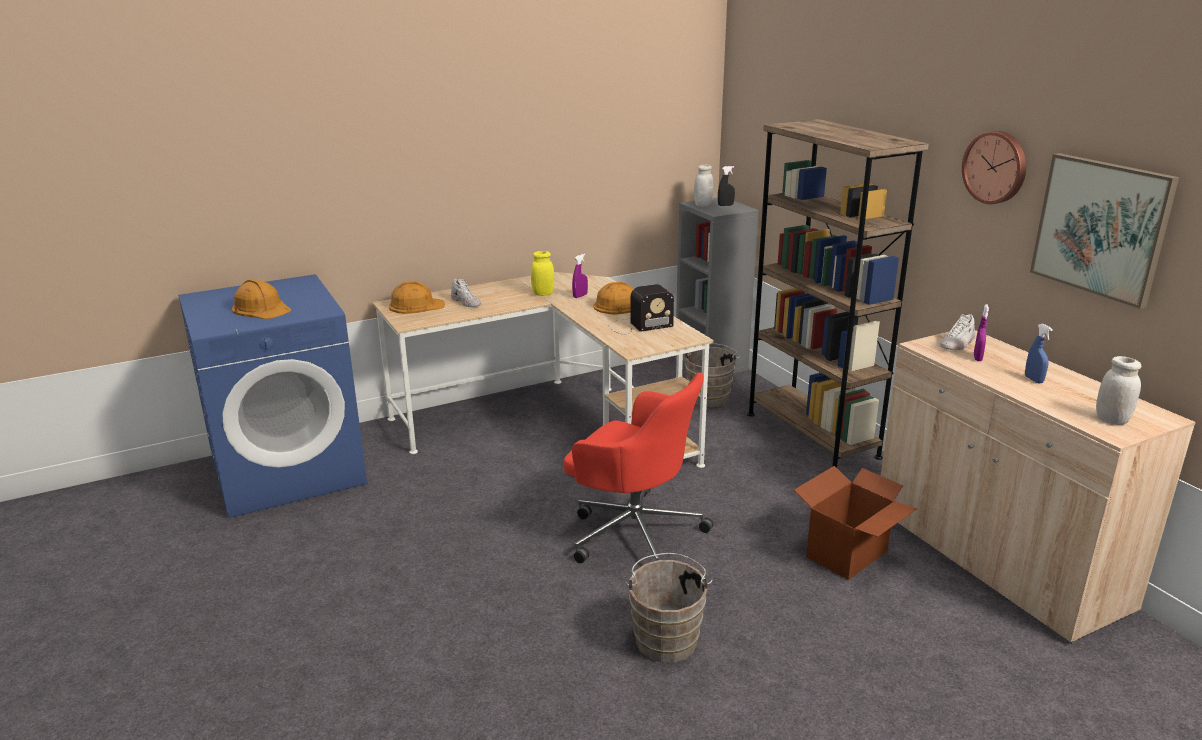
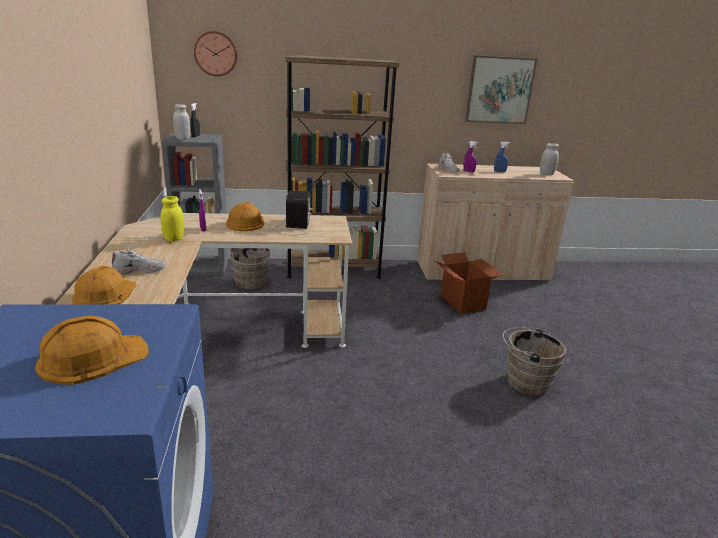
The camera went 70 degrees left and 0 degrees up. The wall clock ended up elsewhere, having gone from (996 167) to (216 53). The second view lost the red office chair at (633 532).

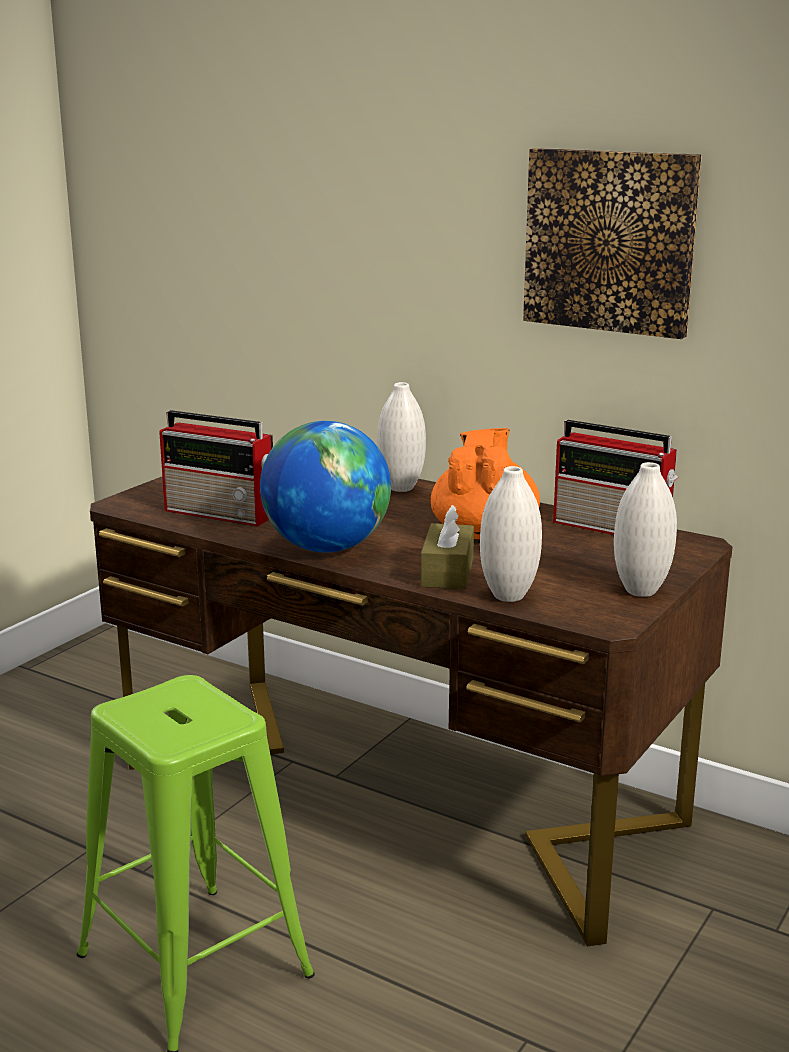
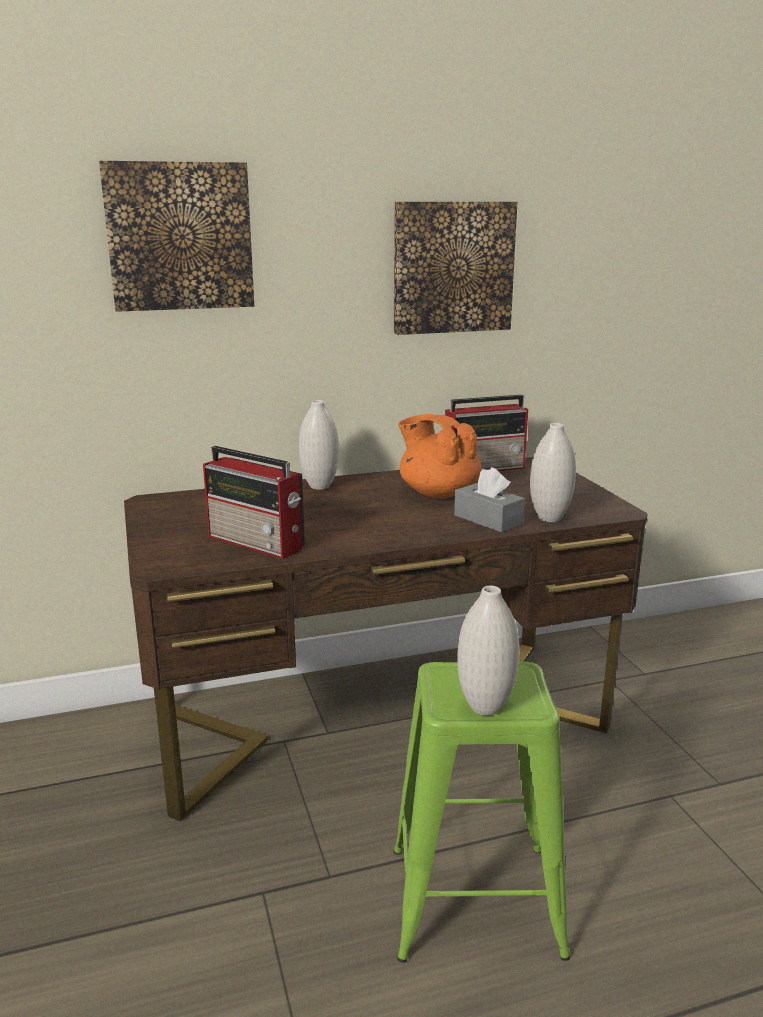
The camera went 50 degrees left and 0 degrees up. The second view gained the picture at (179 236). The radio at (222 513) ended up facing another way, 60 degrees clockwise from before. What was the brown tissue box at (447 572) turned into the grey tissue box at (488 520). The white vase ended up elsewhere, having gone from (640 591) to (485 707). The second view lost the globe at (326 548).

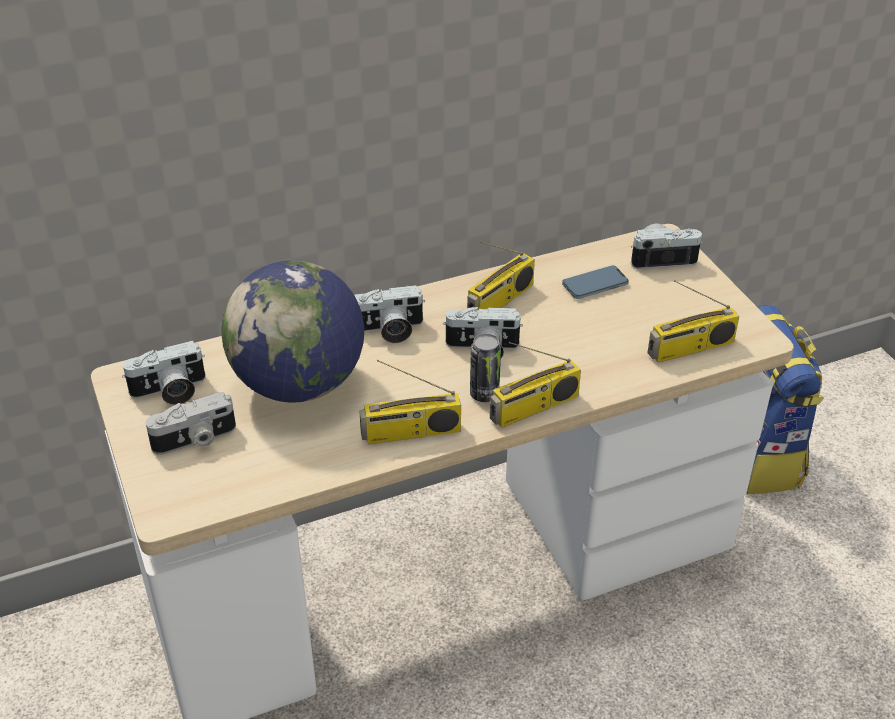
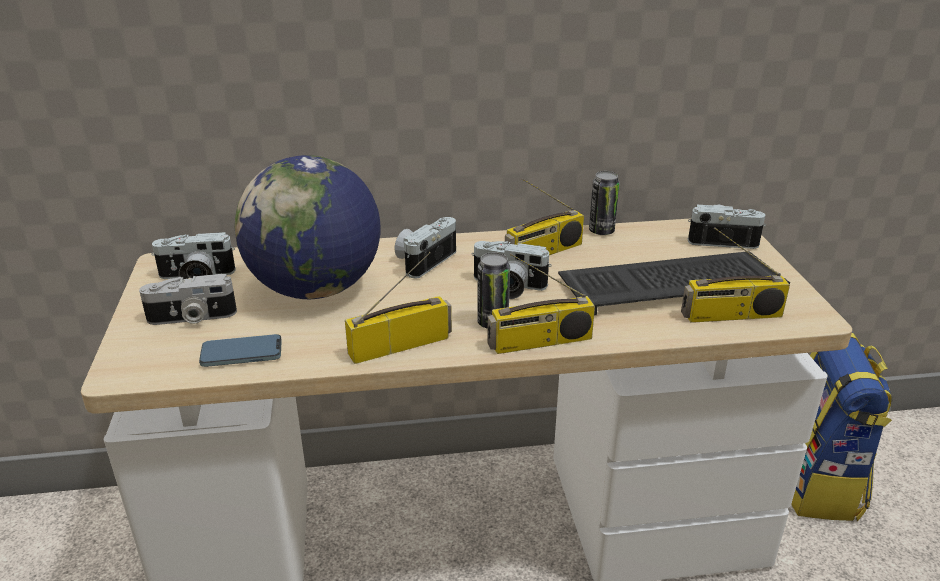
The camera went 15 degrees right and 10 degrees down. The phone ended up elsewhere, having gone from (594 285) to (241 354). The radio at (410 433) ended up facing another way, 150 degrees clockwise from before. The photo camera at (388 330) ended up facing another way, 120 degrees clockwise from before. The second view gained the keyboard at (672 283). The second view gained the can at (601 231).

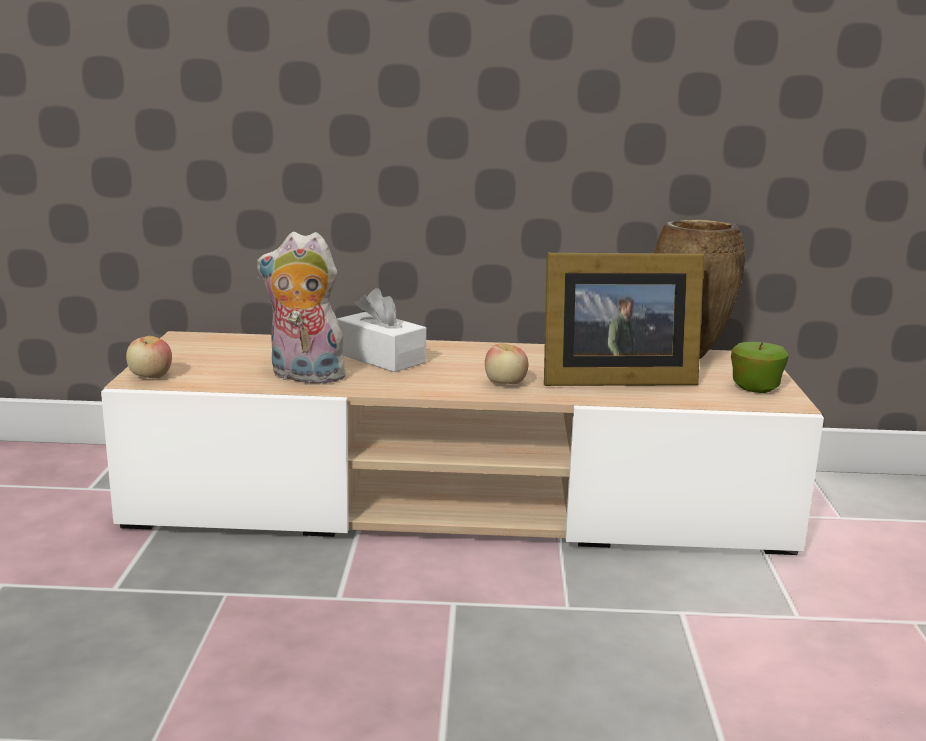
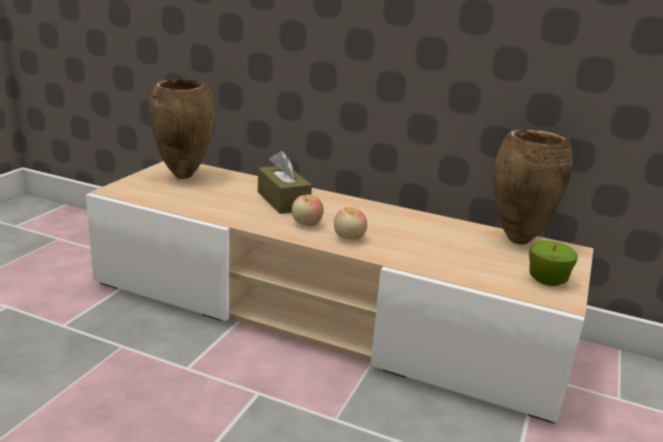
The camera went 20 degrees right and 5 degrees up. The second view gained the brown vase at (183 177). What was the white tissue box at (380 358) turned into the brown tissue box at (283 201). The apple ended up elsewhere, having gone from (150 377) to (306 224). The second view lost the plush toy at (303 377). The second view lost the picture frame at (611 379).

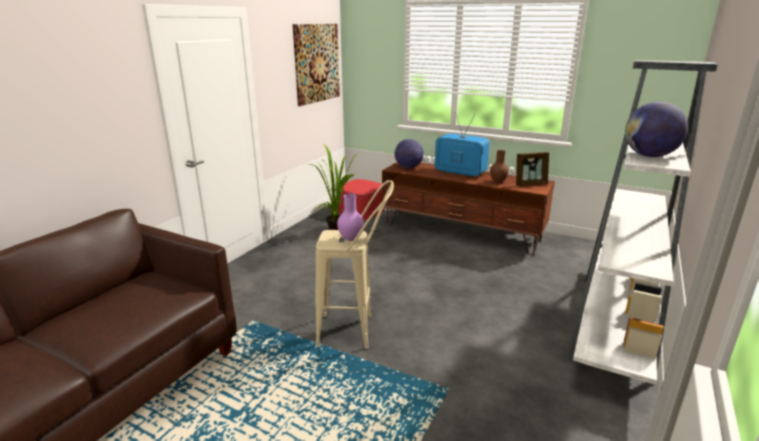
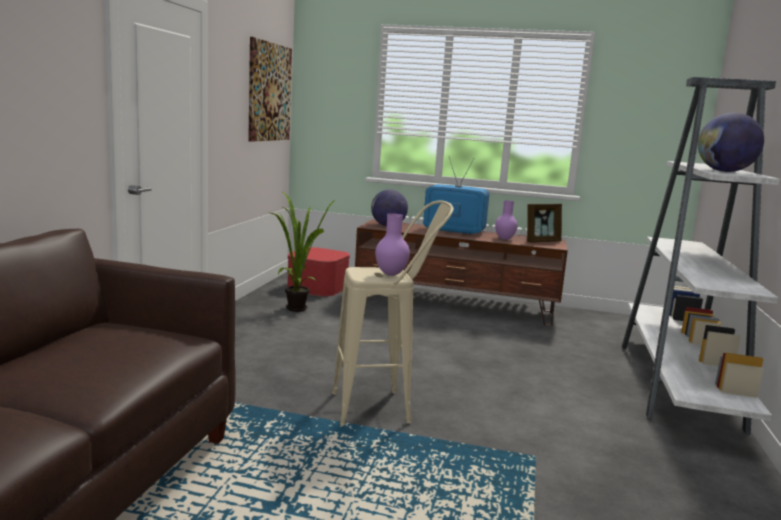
The camera went 15 degrees left and 10 degrees down. What was the brown vase at (497 181) turned into the purple vase at (504 239).

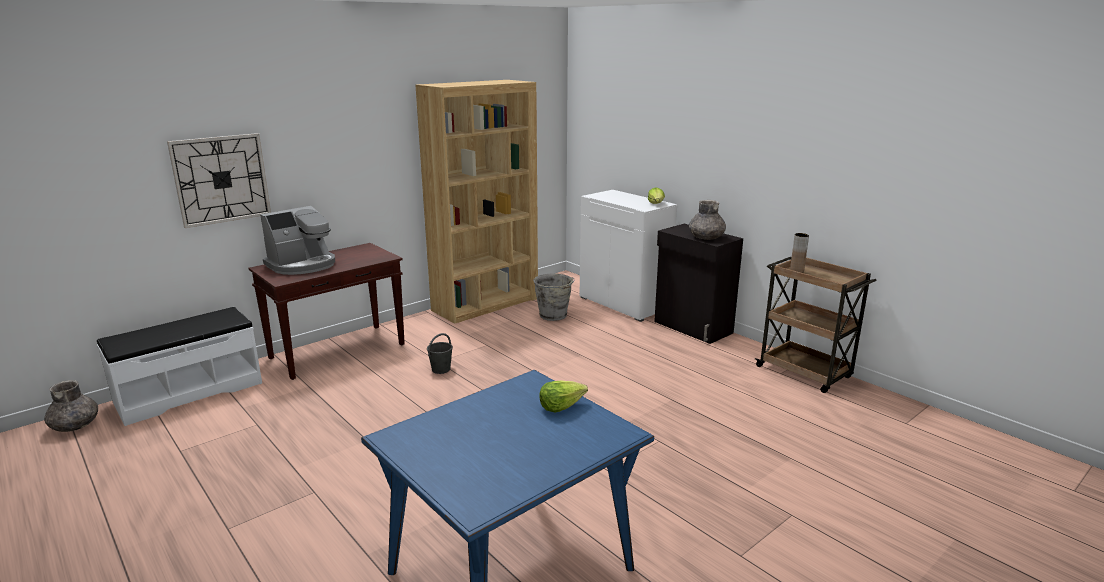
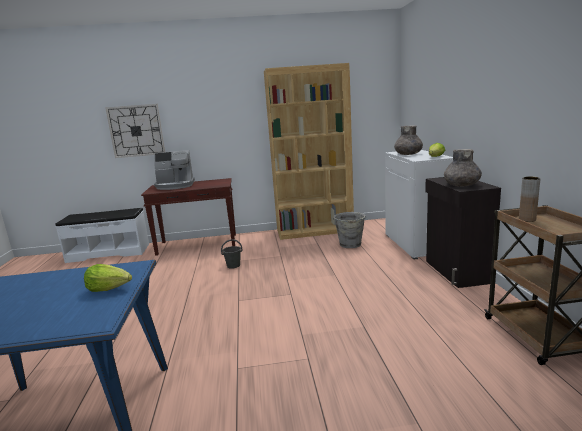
The camera went 35 degrees right and 5 degrees down. The grey vase ended up elsewhere, having gone from (75 425) to (408 154).

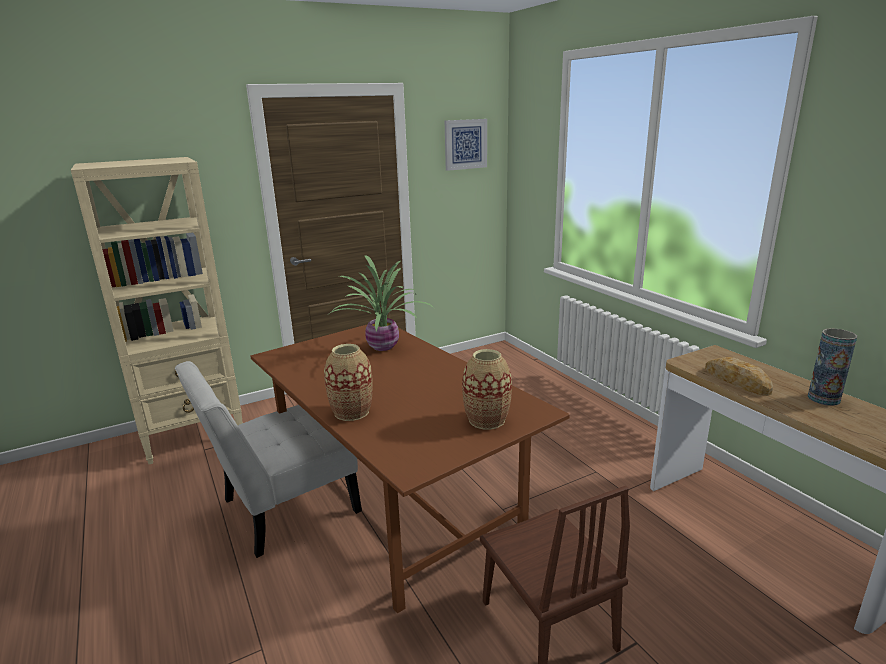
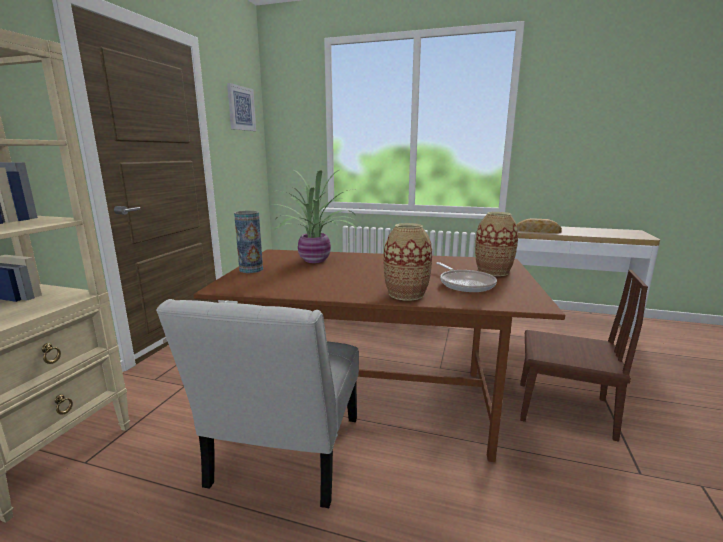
The camera went 45 degrees left and 5 degrees down. The vase ended up elsewhere, having gone from (823 398) to (251 269). The second view gained the frying pan at (465 284).

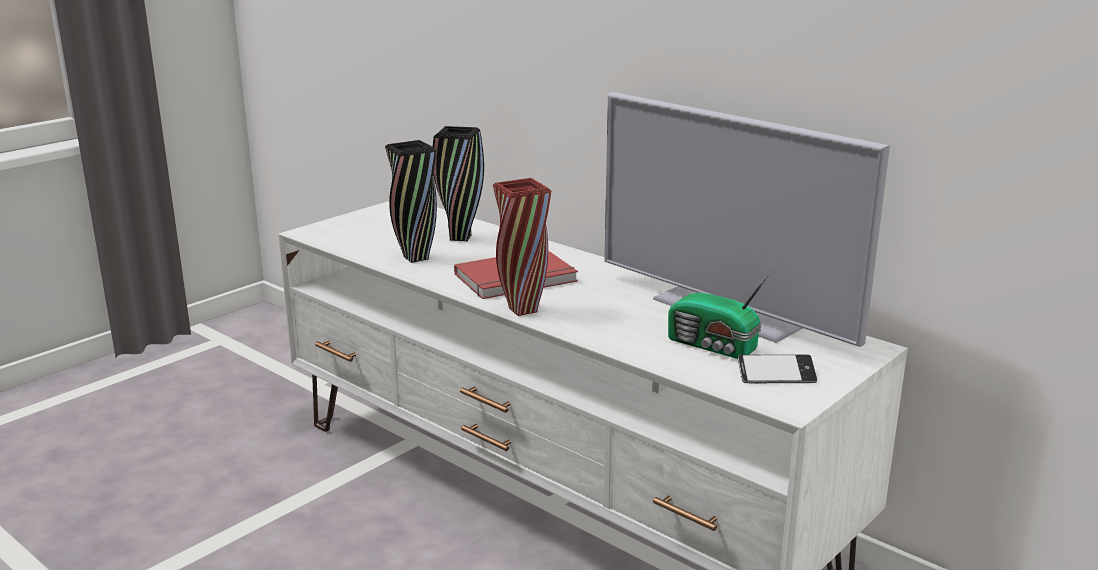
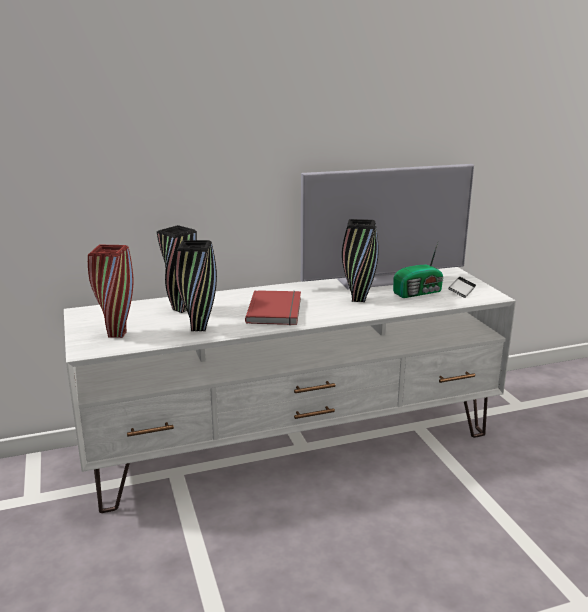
The camera went 60 degrees left and 0 degrees up. The red vase ended up elsewhere, having gone from (523 310) to (117 334). The second view gained the black vase at (358 299).

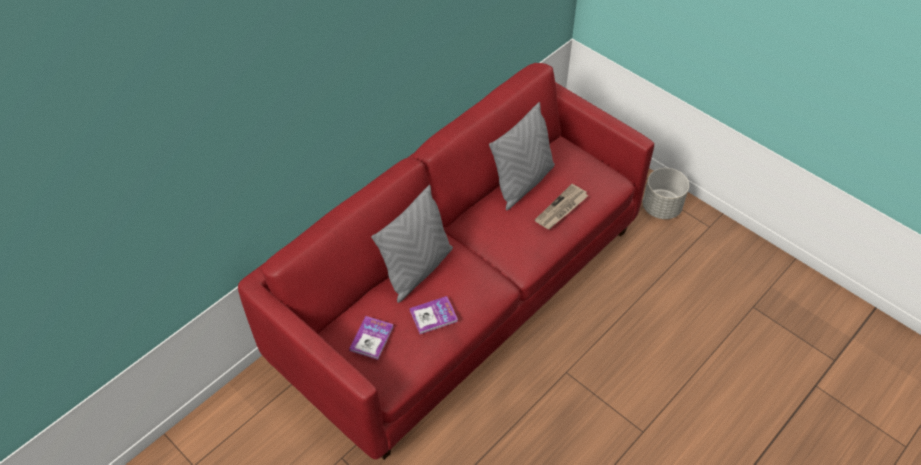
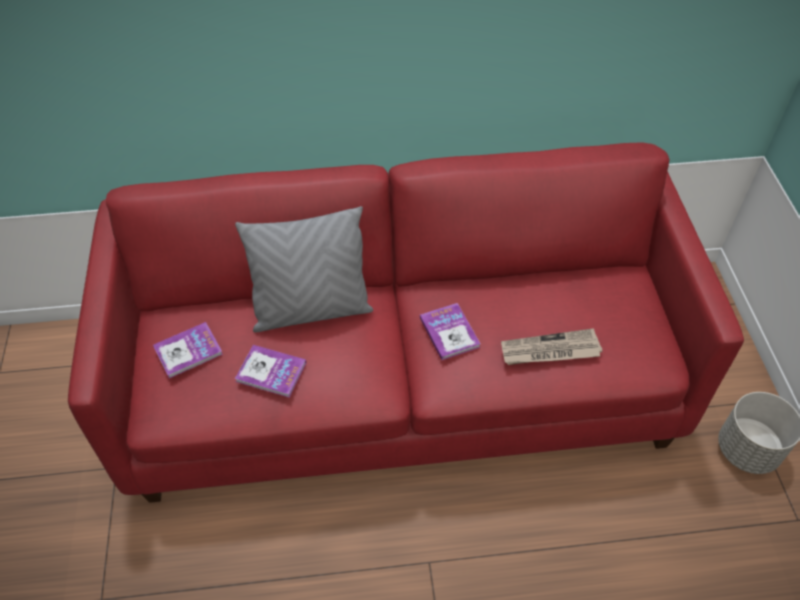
The camera went 40 degrees right and 0 degrees up. The second view gained the book at (449 332). The second view lost the grey pillow at (522 183).

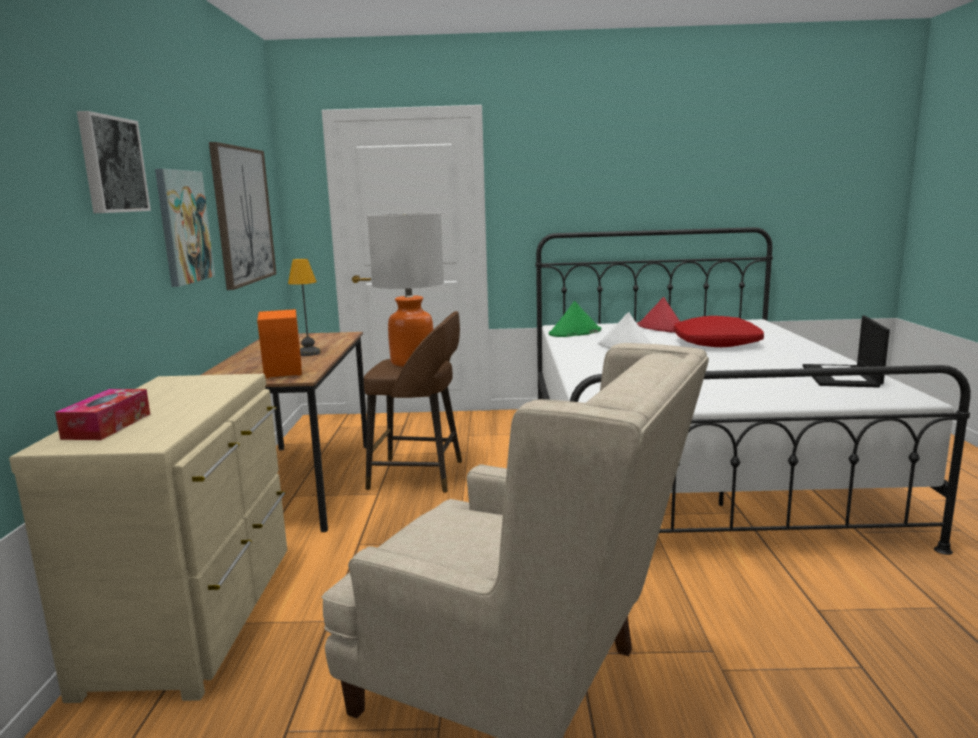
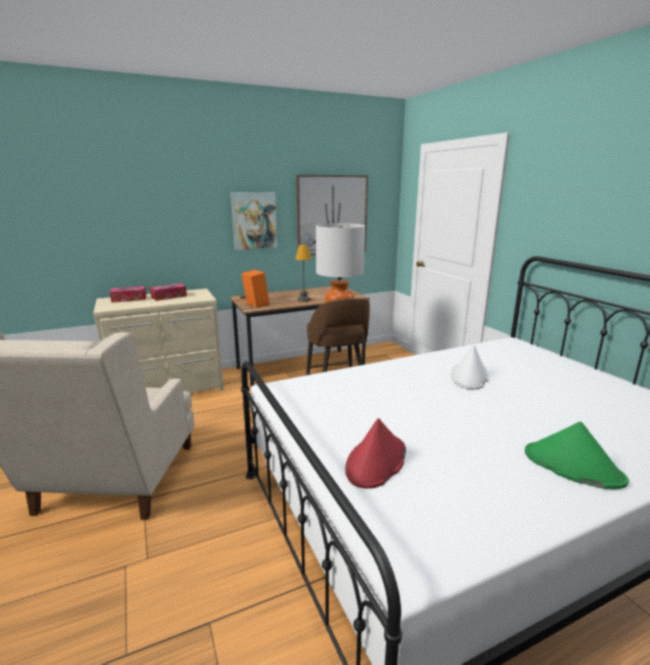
The camera went 65 degrees right and 5 degrees up. The second view gained the tissue box at (169 296). The red hat ended up elsewhere, having gone from (661 328) to (376 461). The green hat ended up elsewhere, having gone from (575 333) to (572 466). The second view lost the picture at (111 165). The second view lost the red pillow at (716 343). The second view lost the laptop at (842 376).

